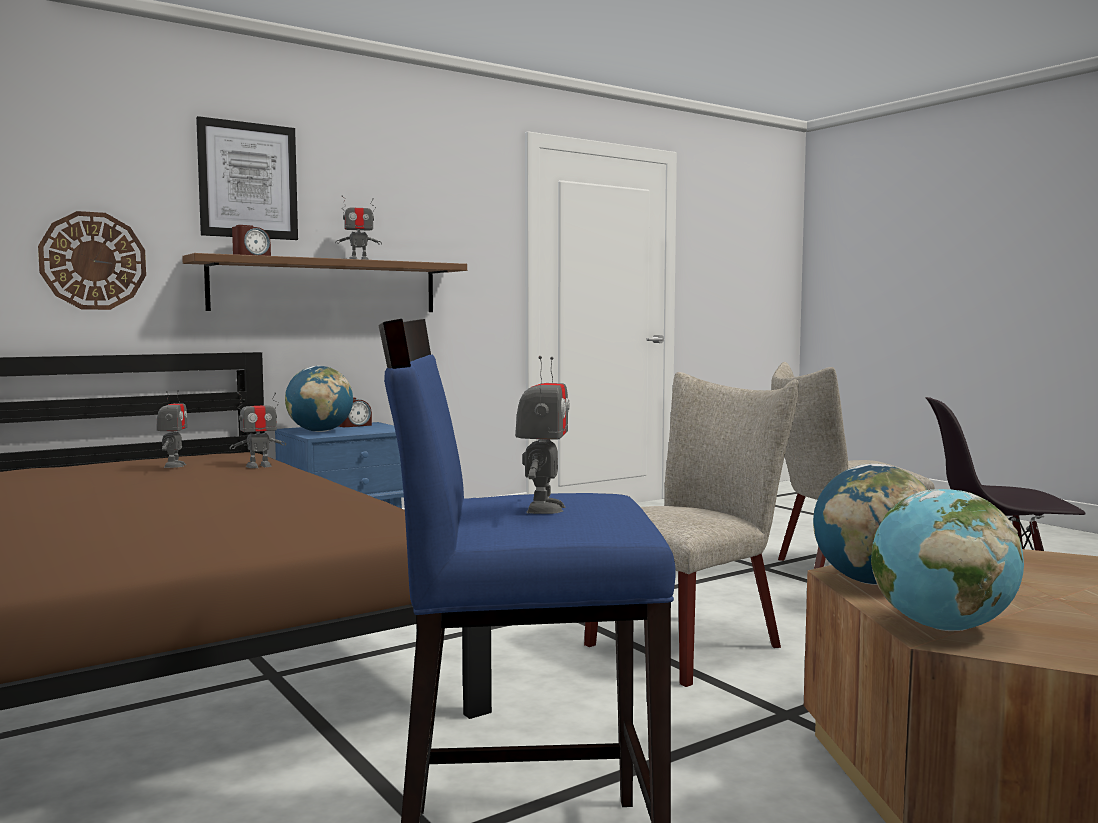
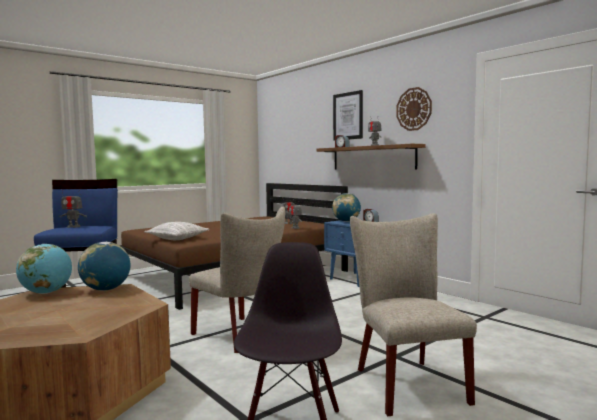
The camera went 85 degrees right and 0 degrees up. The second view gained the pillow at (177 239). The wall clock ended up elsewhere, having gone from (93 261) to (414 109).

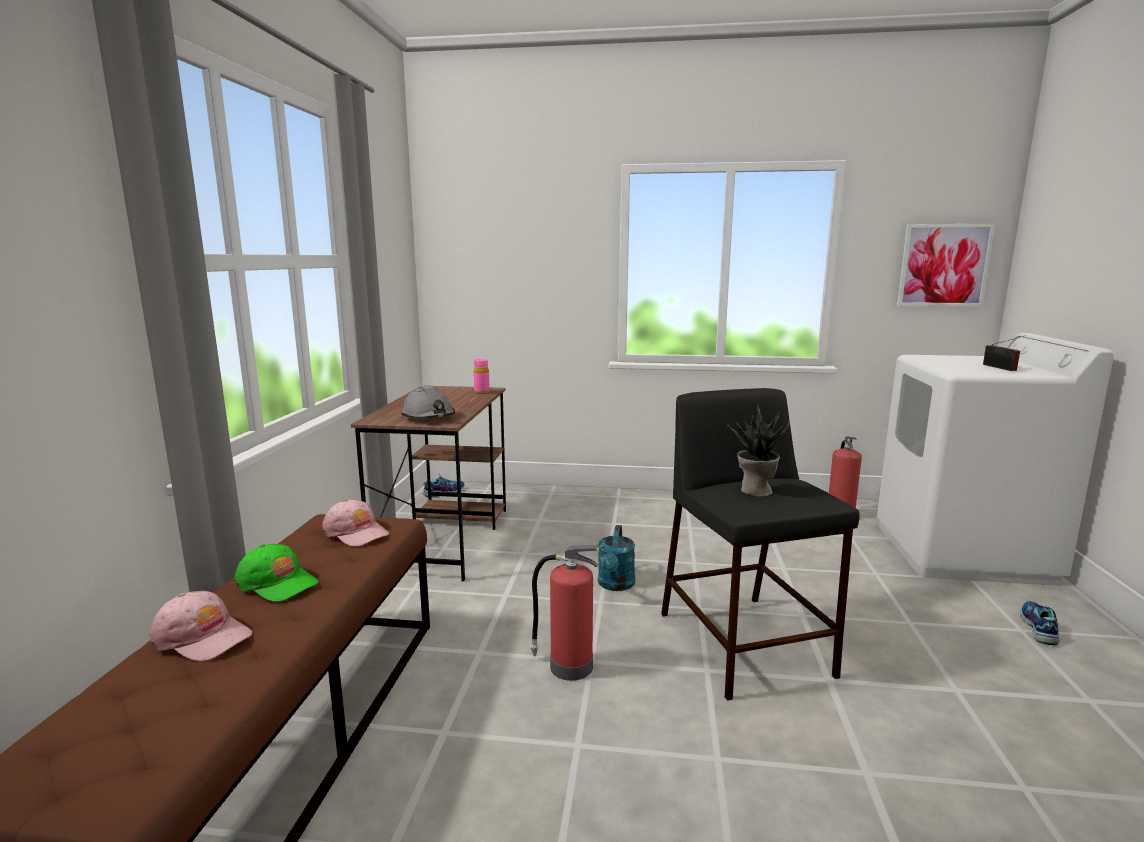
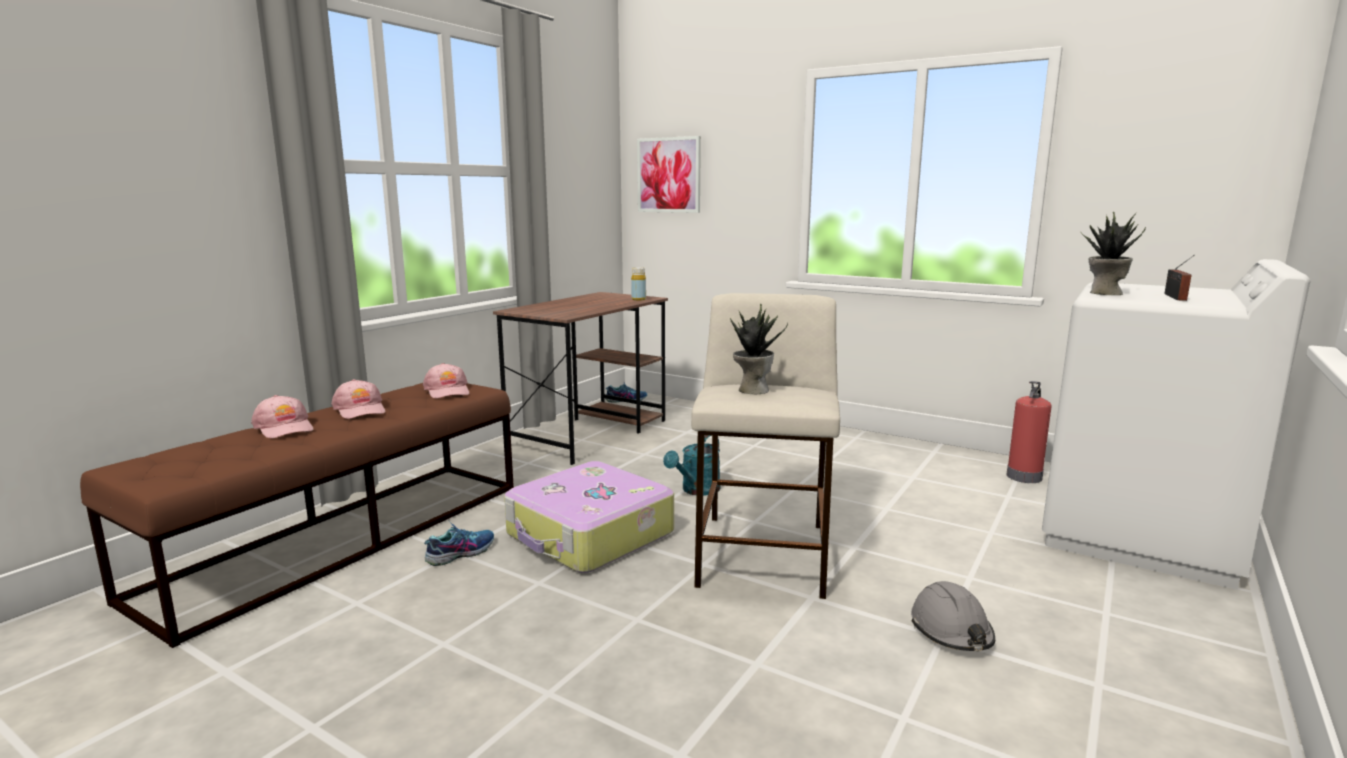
The camera went 25 degrees right and 0 degrees up. What was the green cap at (278 583) turned into the pink cap at (360 410). The shoe ended up elsewhere, having gone from (1037 628) to (460 553). Where the fire extinguisher stood at (569 666), the suitcase came to stand at (589 535). What was the pink bottle at (482 392) turned into the yellow bottle at (638 299). The picture ended up elsewhere, having gone from (943 265) to (669 175). What was the black stool at (745 644) turned into the beige stool at (763 555). The grey hard hat ended up elsewhere, having gone from (429 417) to (951 631). The second view gained the potted plant at (1104 293).

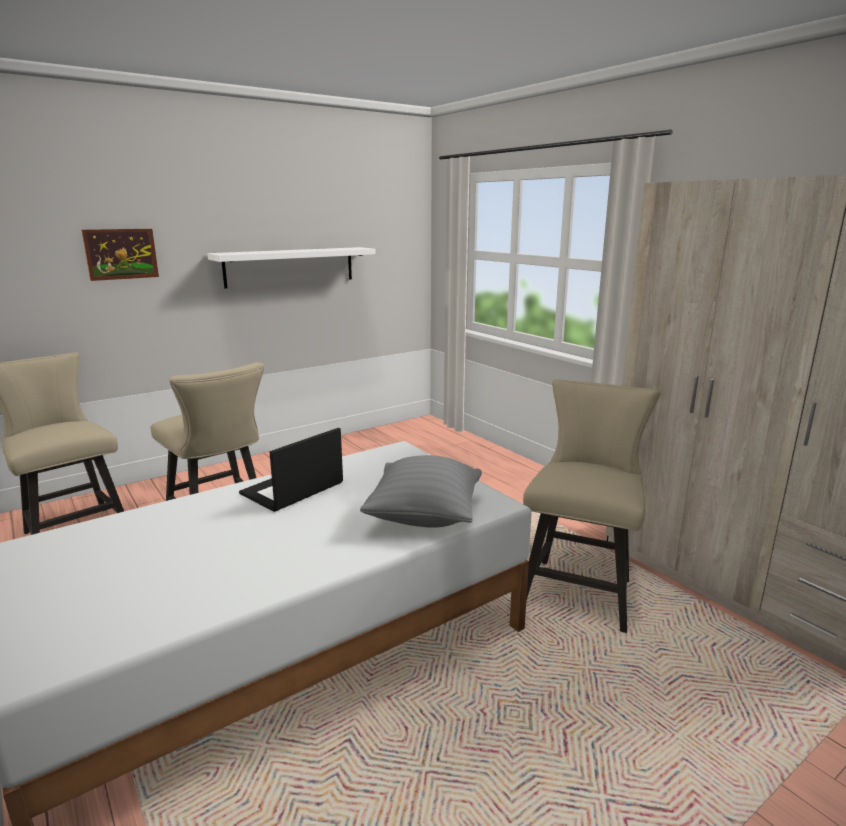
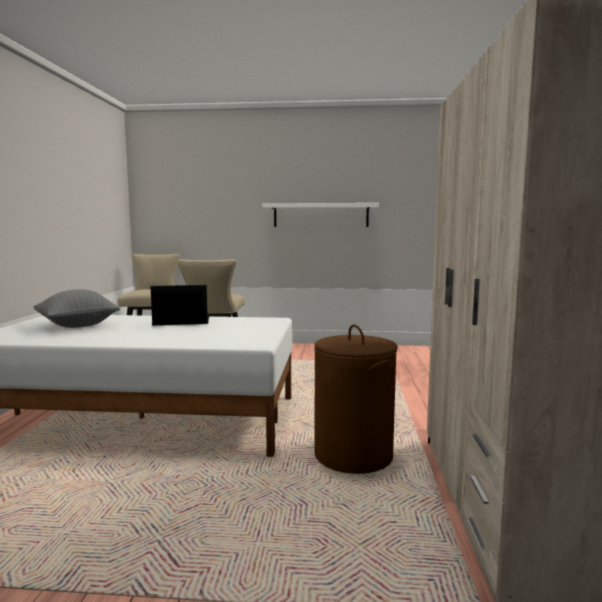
The camera went 40 degrees right and 10 degrees down. The grey pillow ended up elsewhere, having gone from (425 517) to (77 325). Where the beige chair stood at (579 588), the brown laundry basket came to stand at (354 455). The second view lost the picture at (121 254).

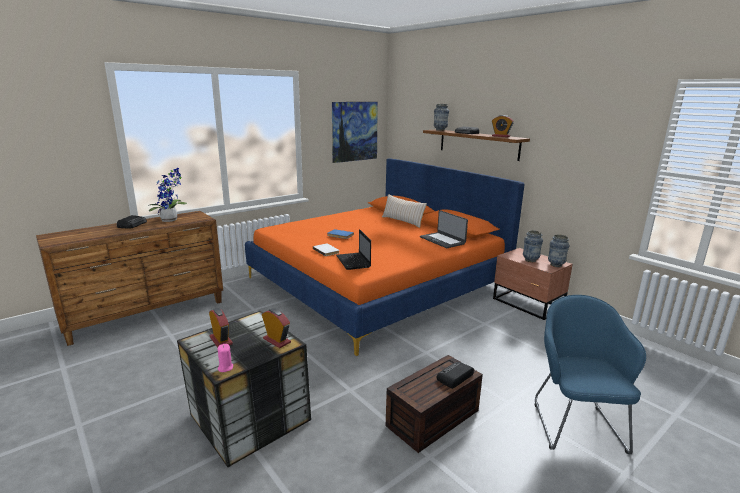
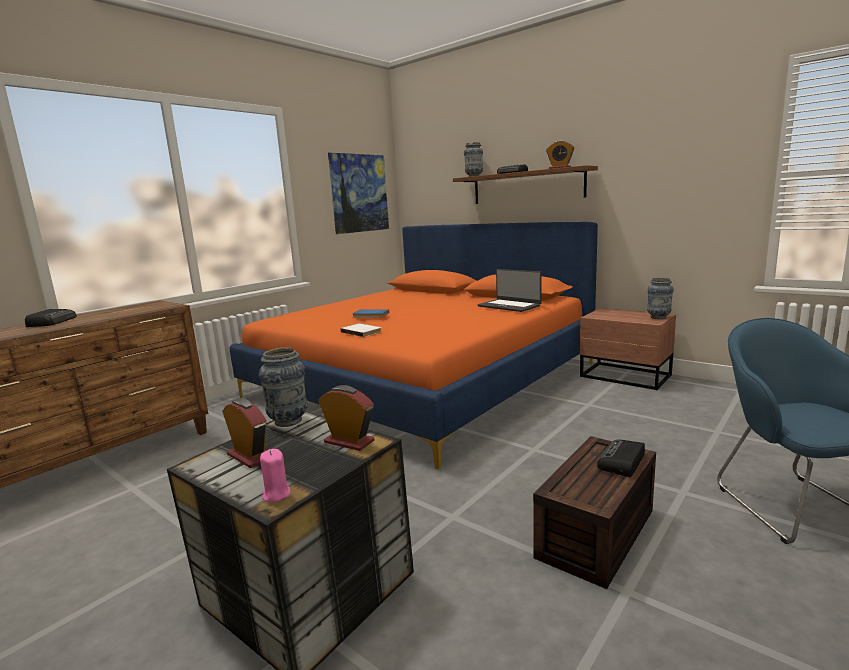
The camera went 10 degrees left and 5 degrees down. The vase ended up elsewhere, having gone from (530 260) to (288 421). The second view lost the potted plant at (171 220). The second view lost the laptop at (353 262). The second view lost the beige pillow at (402 221).

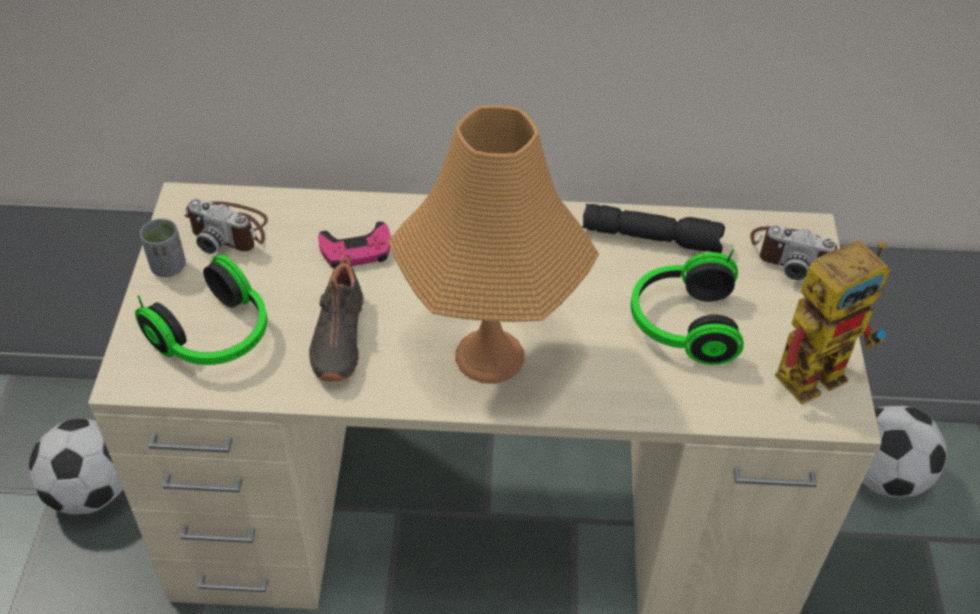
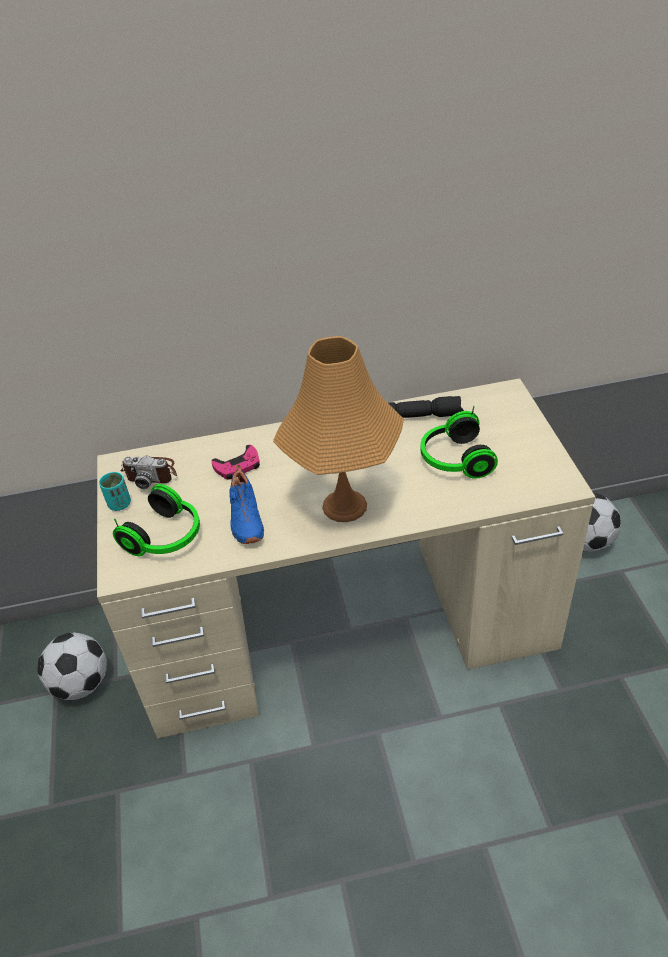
The camera went 10 degrees left and 5 degrees down. What was the grey cup at (168 267) turned into the turquoise cup at (119 504). What was the black shoe at (336 337) turned into the blue shoe at (244 519). The second view lost the photo camera at (793 254). The second view lost the toy robot at (818 367).

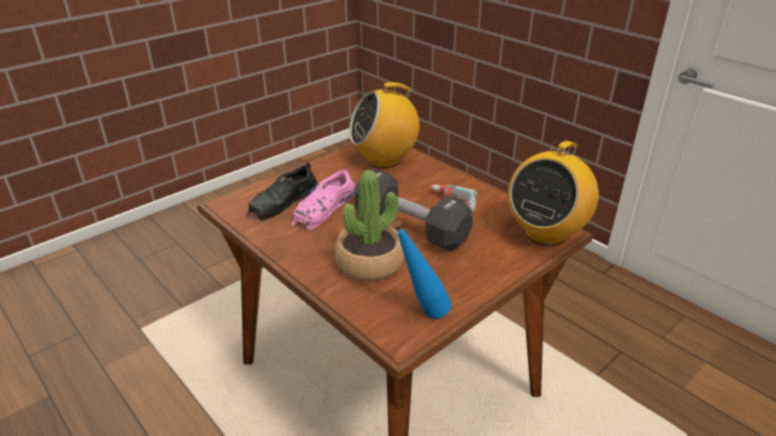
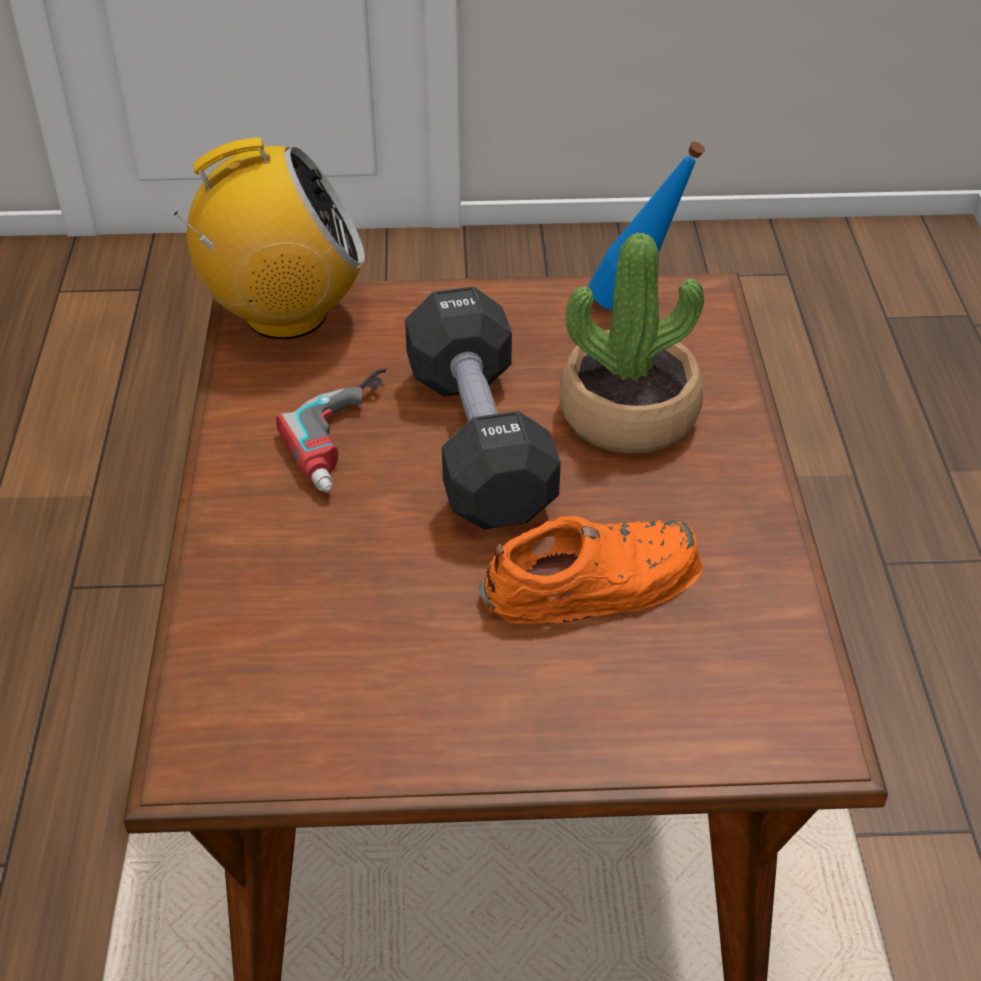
The camera went 140 degrees left and 10 degrees up. What was the pink shoe at (324 209) turned into the orange shoe at (594 582). The second view lost the black shoe at (283 201). The second view lost the radio at (384 160).

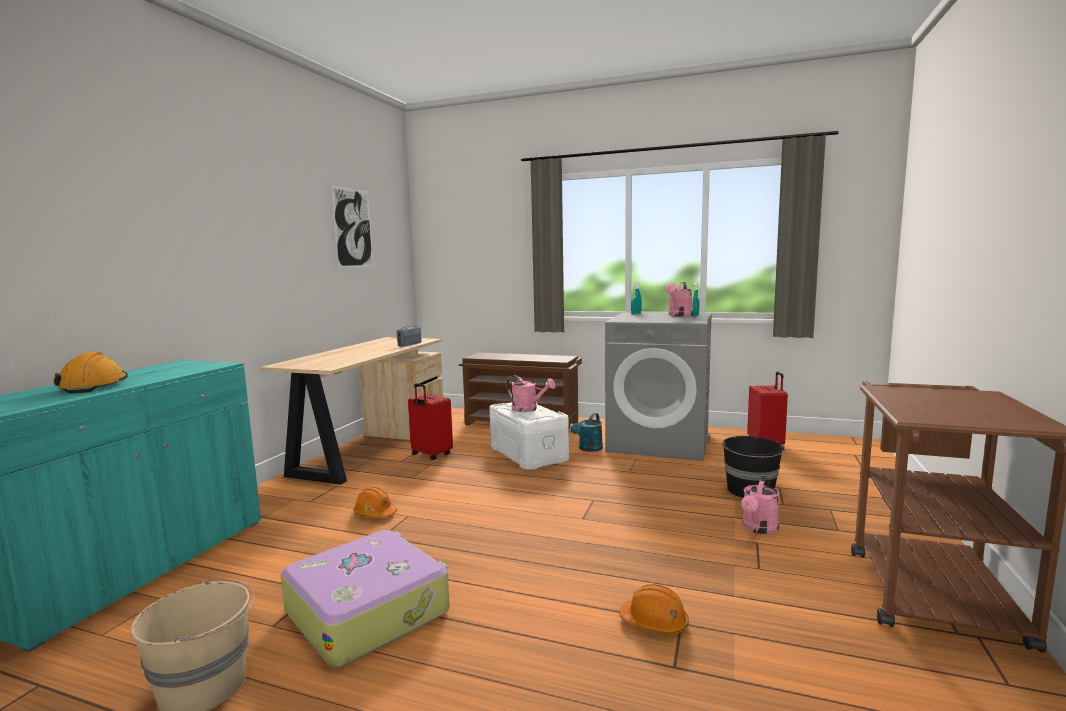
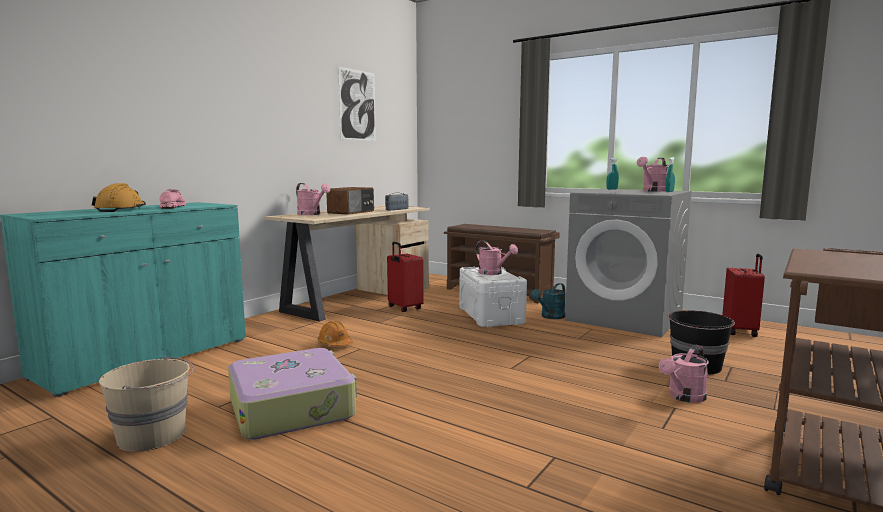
The camera went 15 degrees right and 0 degrees up. The second view gained the pink shoe at (172 206). The second view gained the pink watering can at (312 214). The second view gained the radio at (352 212). The second view lost the orange hard hat at (654 622).

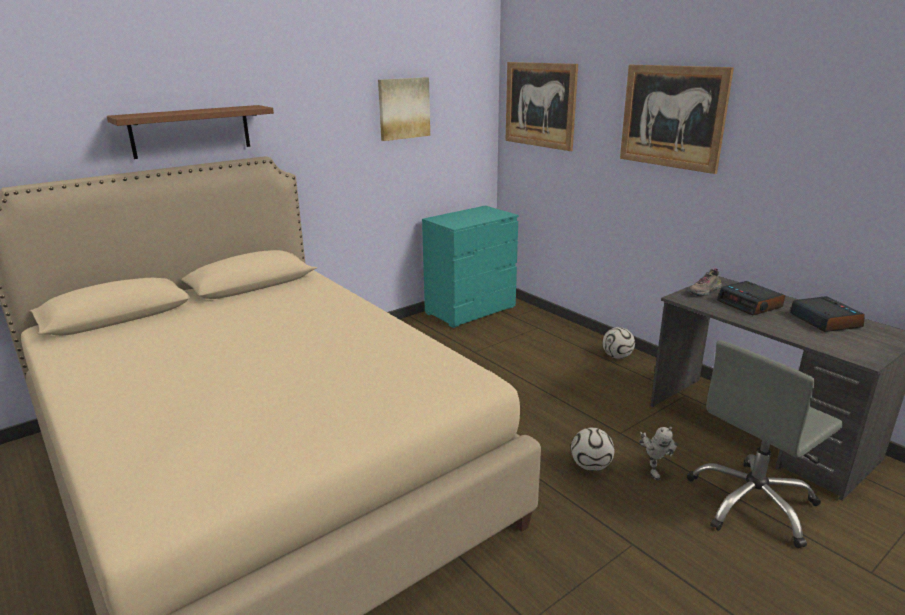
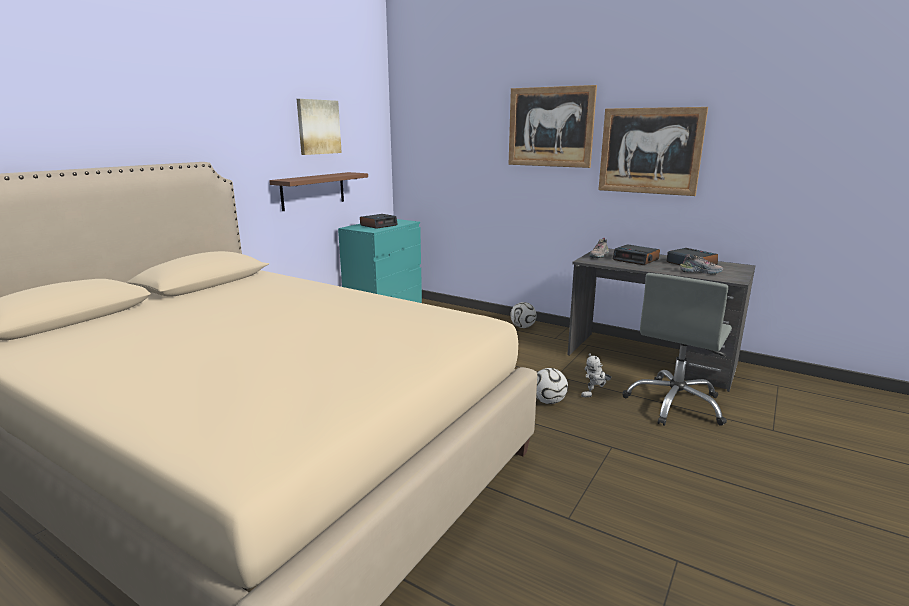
The camera went 20 degrees left and 5 degrees down. The brown shelf ended up elsewhere, having gone from (191 131) to (313 191). The second view gained the alarm clock at (378 225). The toy robot at (652 469) ended up facing another way, 90 degrees clockwise from before. The picture ended up elsewhere, having gone from (540 105) to (650 151). The second view gained the shoe at (700 272).

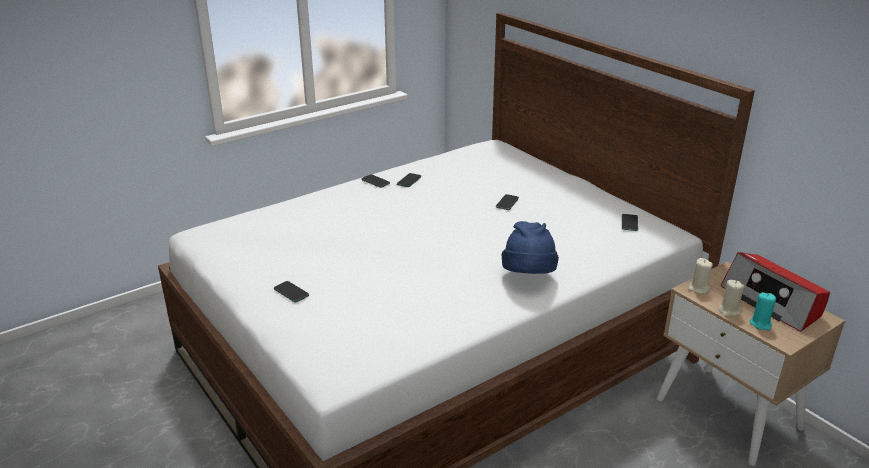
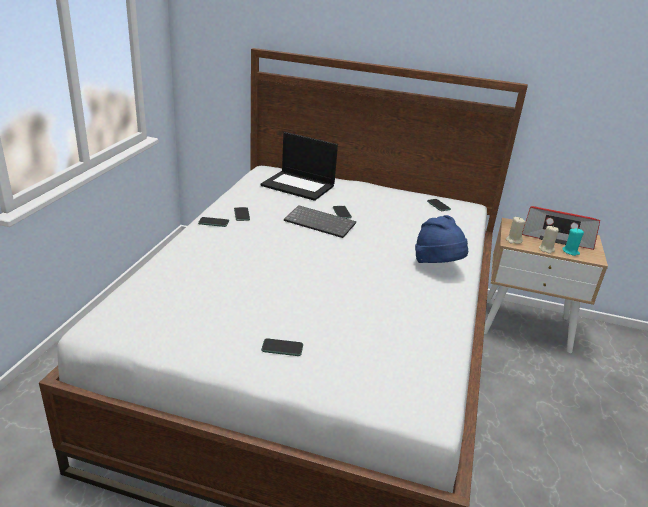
The camera went 40 degrees left and 0 degrees up. The second view gained the laptop at (299 185). The second view gained the keyboard at (321 223).

